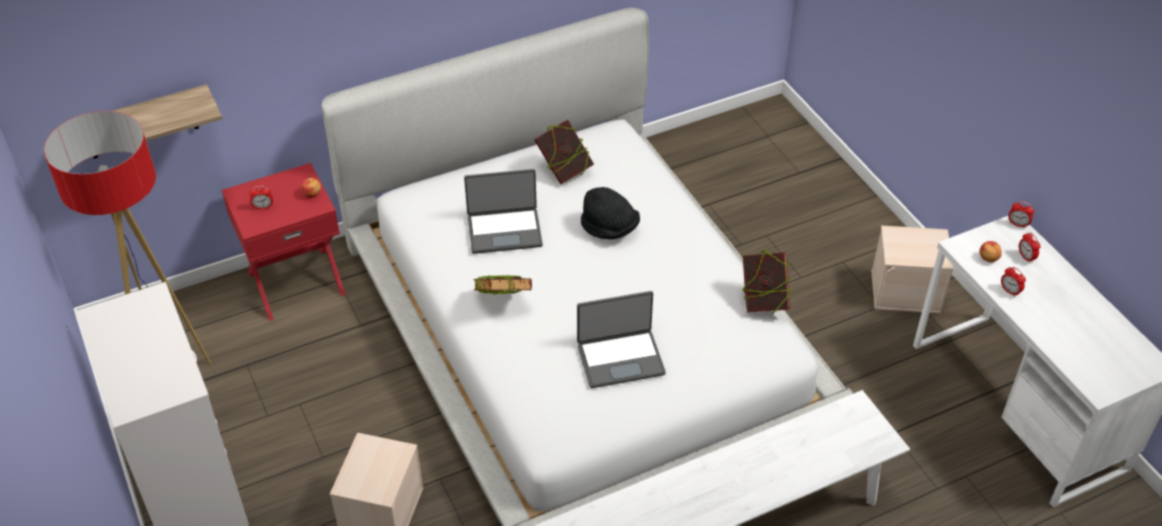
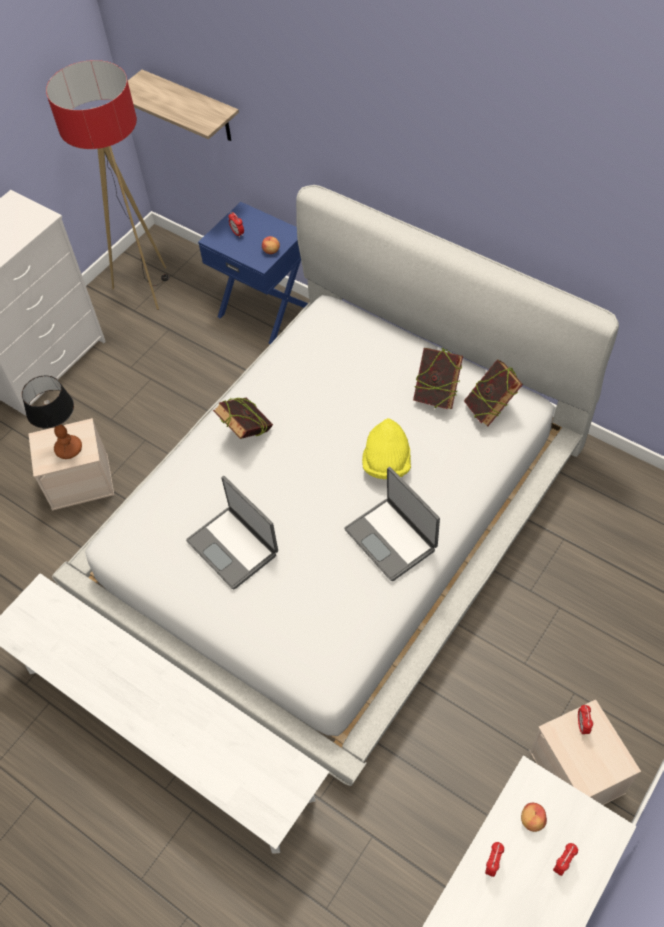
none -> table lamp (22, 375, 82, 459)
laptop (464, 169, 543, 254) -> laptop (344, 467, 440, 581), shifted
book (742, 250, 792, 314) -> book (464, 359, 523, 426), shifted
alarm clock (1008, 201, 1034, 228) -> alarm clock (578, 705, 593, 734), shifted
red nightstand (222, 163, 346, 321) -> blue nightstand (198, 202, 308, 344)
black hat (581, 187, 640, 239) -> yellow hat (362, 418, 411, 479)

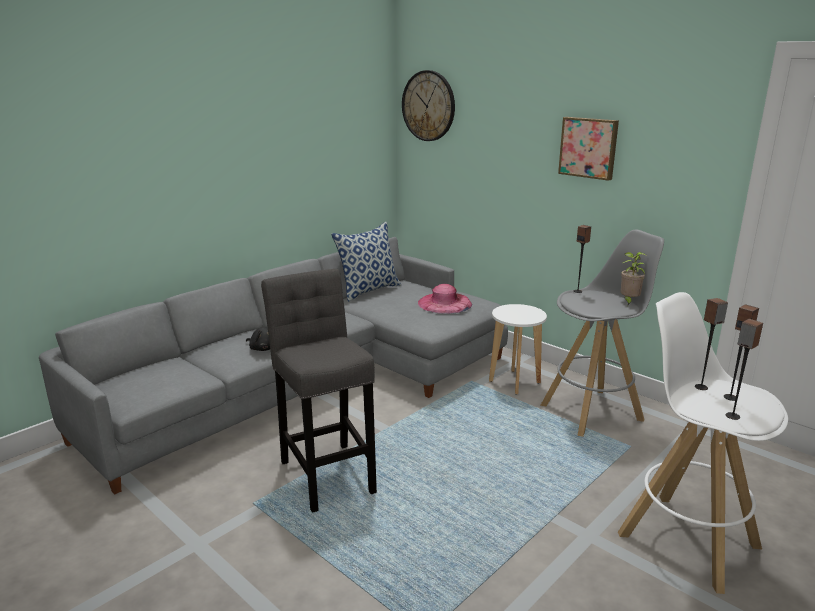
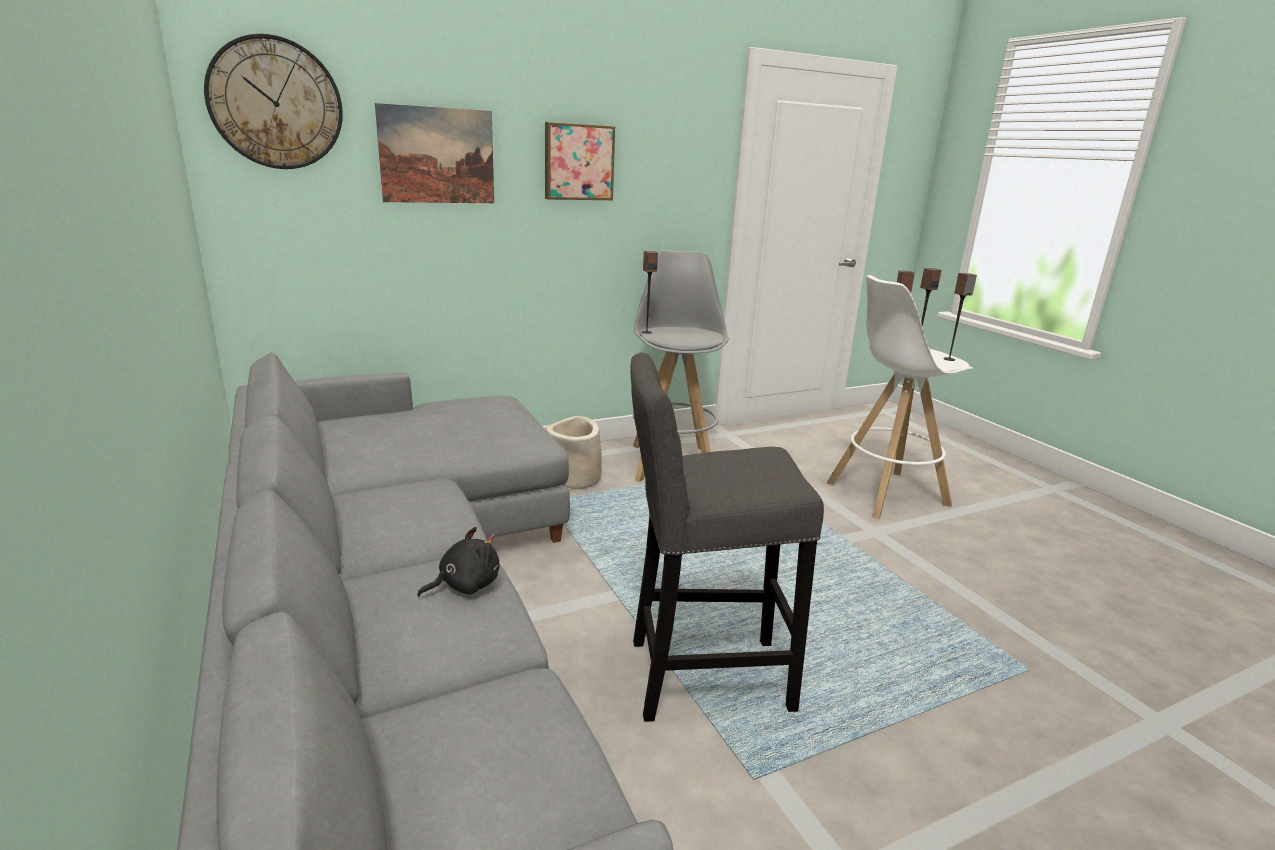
pillow (331, 222, 401, 302) -> none
pink hat (418, 284, 472, 314) -> none
potted plant (621, 252, 648, 305) -> none
none -> picture (375, 103, 494, 203)
white stool (489, 304, 547, 394) -> beige planter (546, 416, 602, 489)

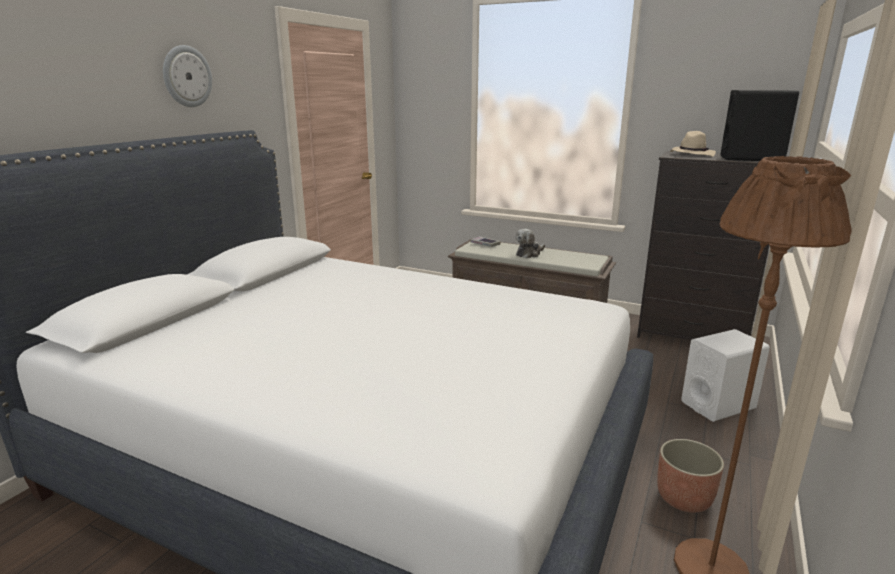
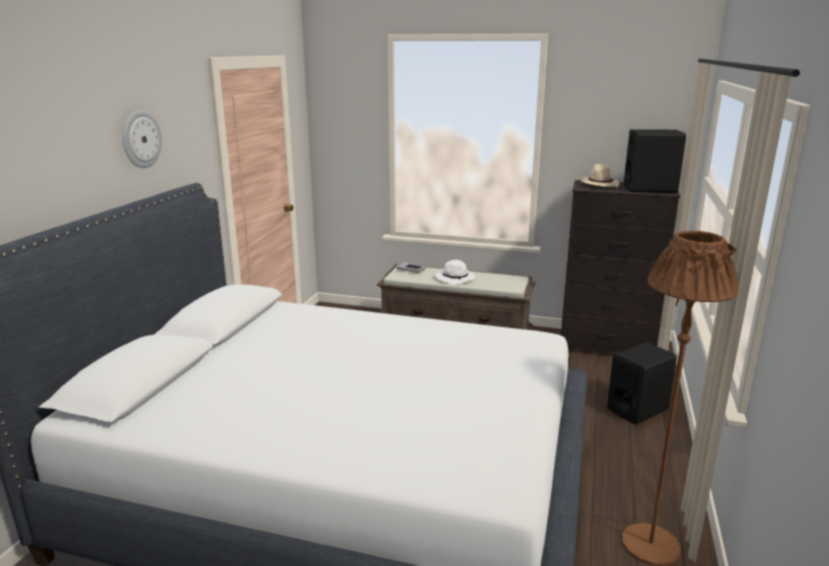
planter (657, 439, 724, 513) -> none
plush toy (516, 229, 545, 258) -> white hat (436, 260, 475, 285)
white speaker (681, 329, 770, 422) -> black speaker (607, 342, 677, 425)

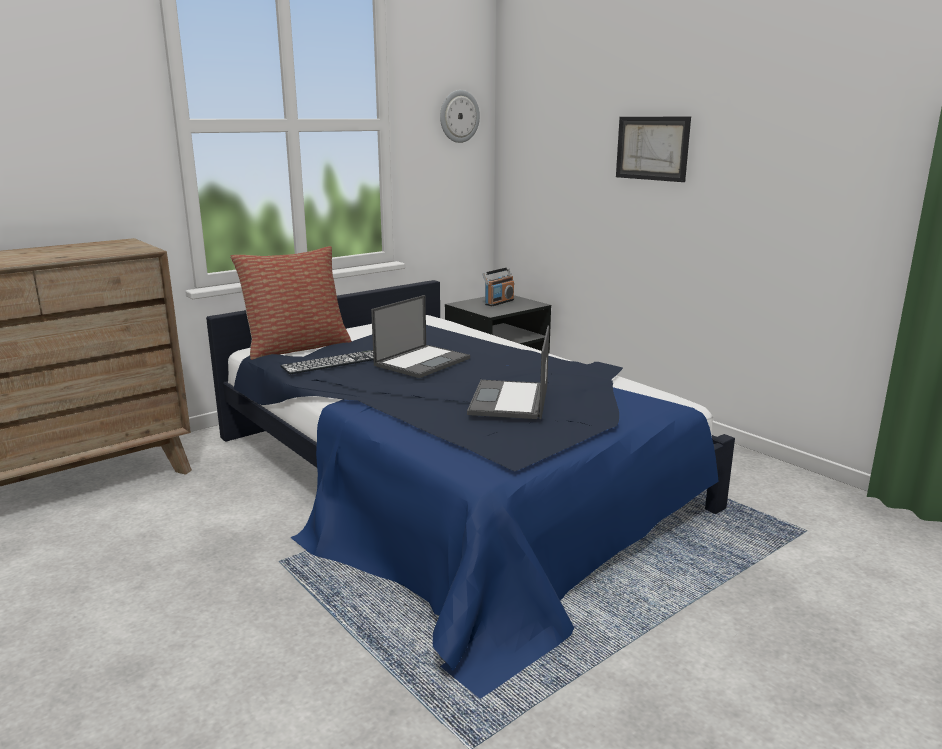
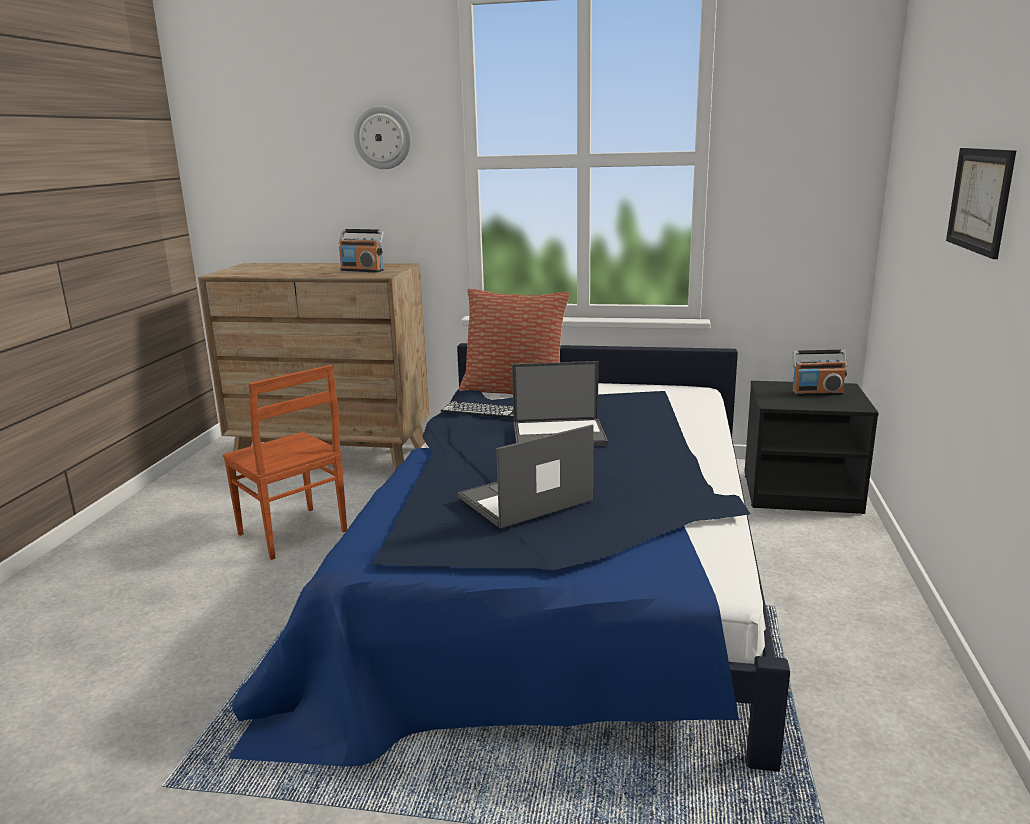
none -> brown chair (222, 365, 347, 560)
none -> radio (339, 229, 384, 273)
wall clock (440, 90, 480, 143) -> wall clock (354, 106, 411, 169), shifted

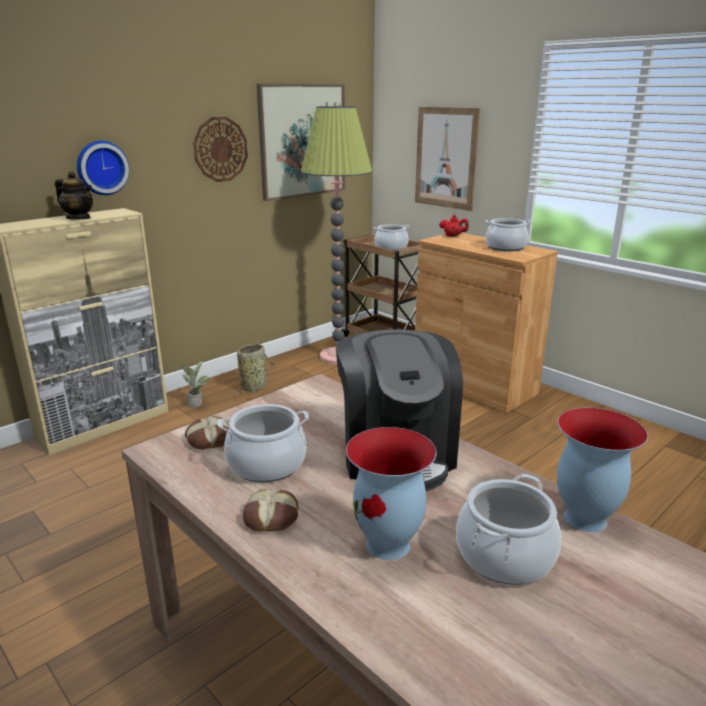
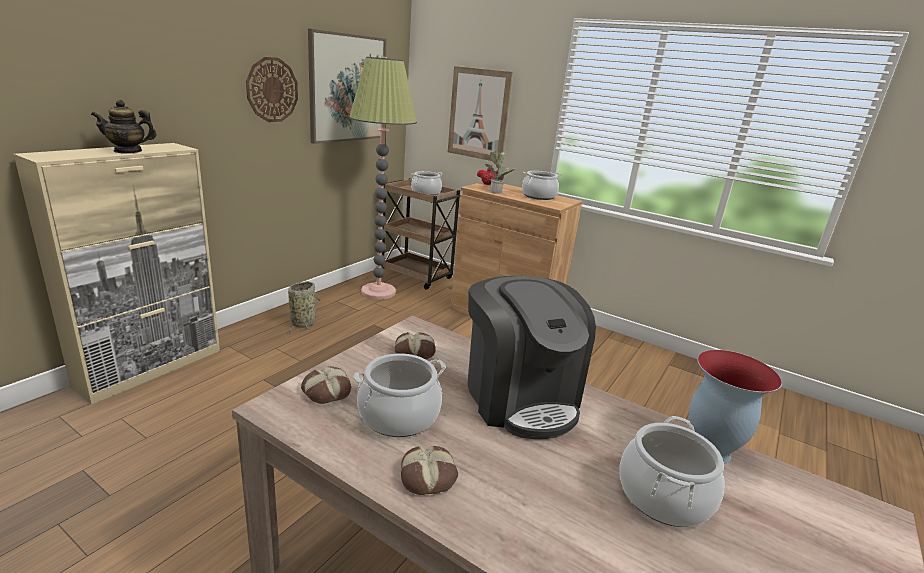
wall clock (77, 141, 129, 195) -> none
vase (346, 427, 436, 560) -> none
none -> bread (395, 332, 436, 359)
potted plant (179, 361, 210, 408) -> potted plant (485, 151, 515, 194), shifted
teapot (55, 171, 93, 220) -> teapot (91, 99, 157, 153), 150 degrees clockwise

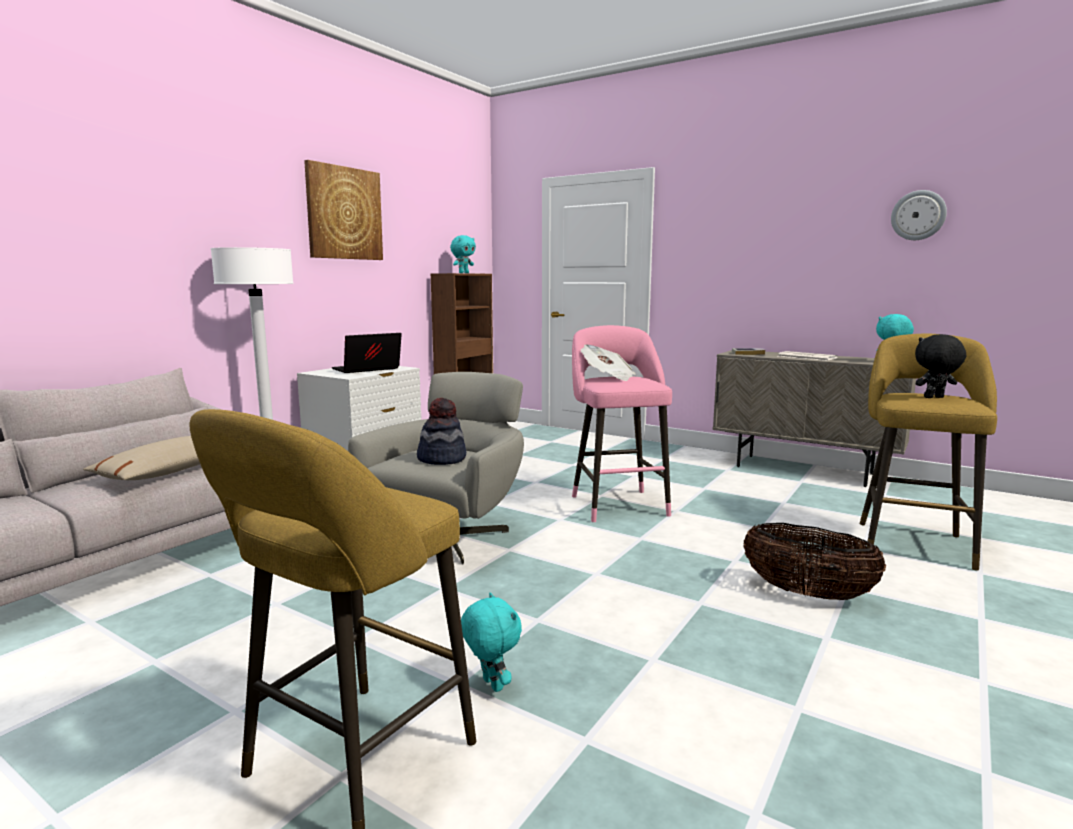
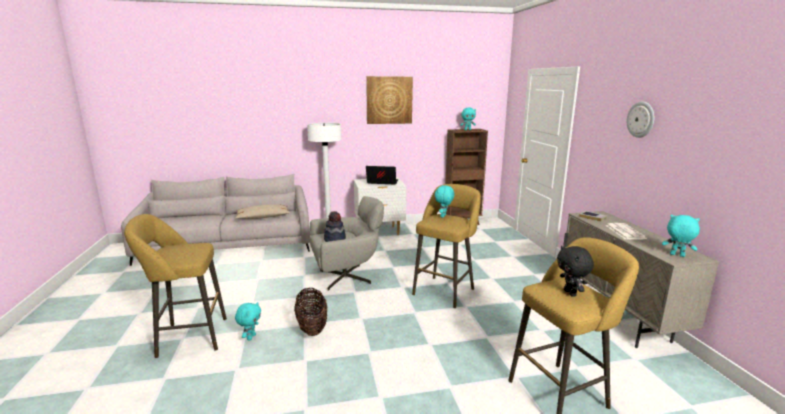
basket (744, 523, 886, 600) -> basket (294, 288, 327, 336), shifted
wall clock (891, 190, 947, 240) -> wall clock (627, 102, 654, 138), shifted
newspaper (581, 344, 636, 381) -> turquoise plush toy (435, 185, 454, 217)
pink stool (572, 325, 672, 522) -> yellow stool (412, 184, 481, 308)
black plush toy (915, 334, 966, 398) -> black plush toy (557, 246, 594, 297), 135 degrees counterclockwise

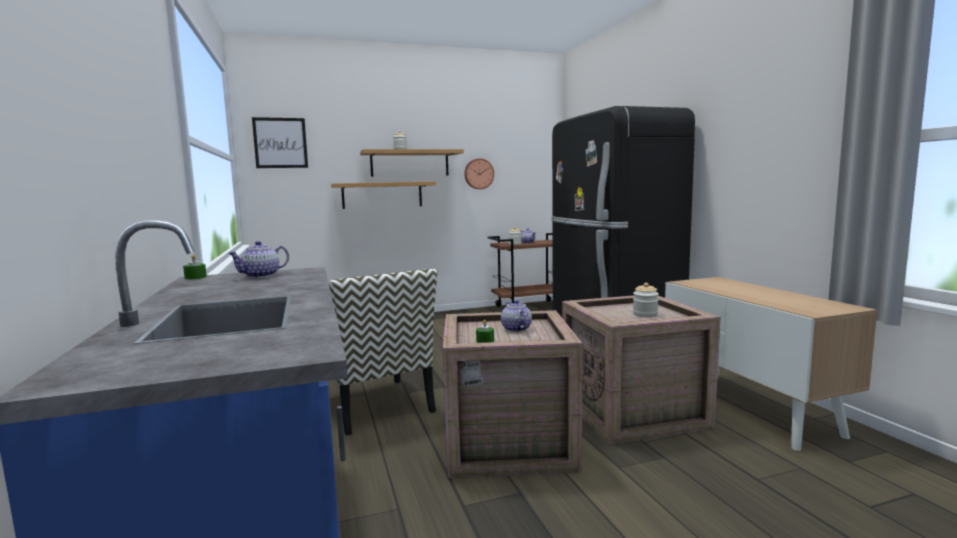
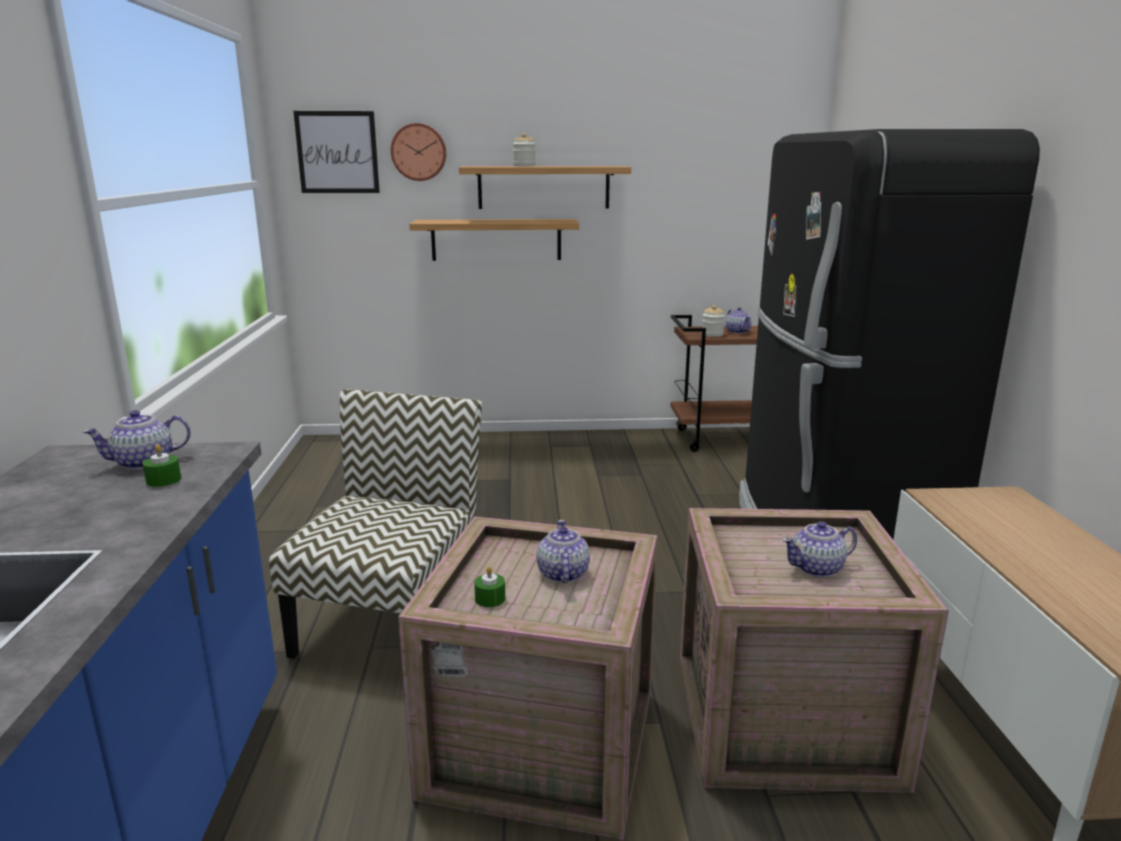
green candle (183, 255, 207, 279) -> green candle (142, 444, 181, 487), shifted
wall clock (464, 158, 494, 189) -> wall clock (391, 123, 446, 181), shifted
jar (633, 283, 659, 317) -> teapot (782, 521, 857, 577)
chair (329, 269, 438, 436) -> chair (269, 389, 482, 659), 150 degrees counterclockwise

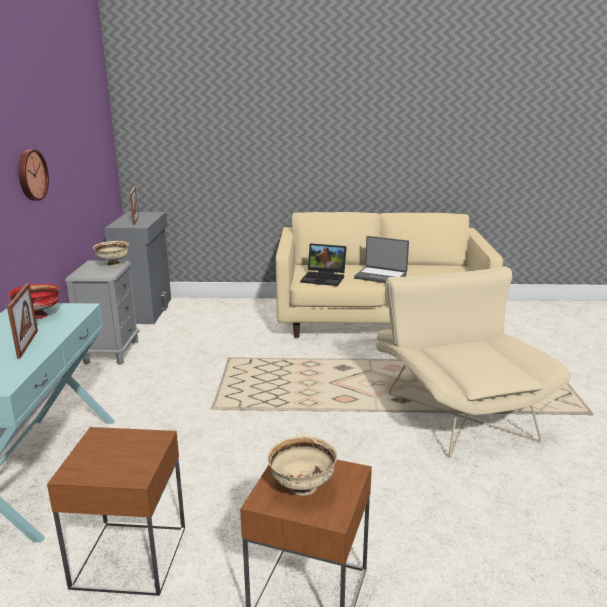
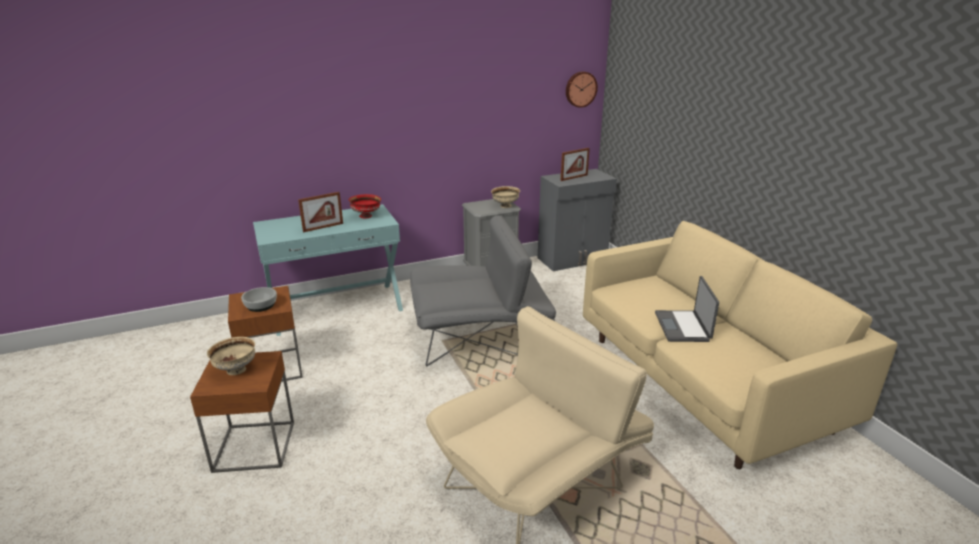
laptop (301, 243, 347, 286) -> none
none -> bowl (241, 287, 277, 312)
none -> grey armchair (410, 215, 556, 366)
wall clock (18, 149, 49, 201) -> wall clock (566, 71, 598, 108), shifted

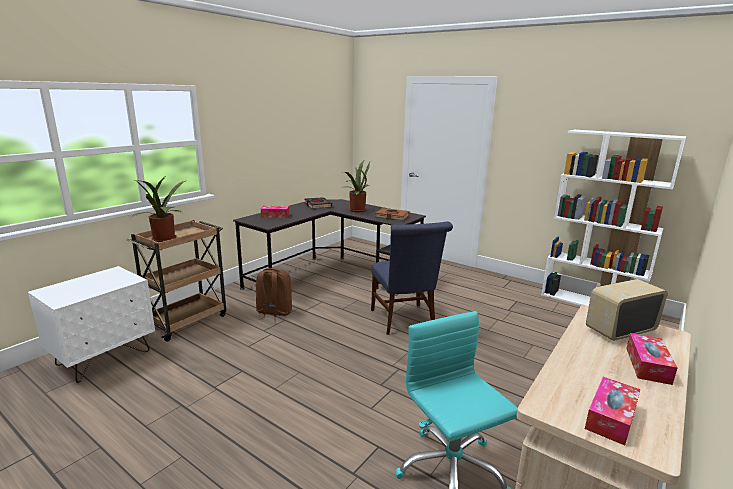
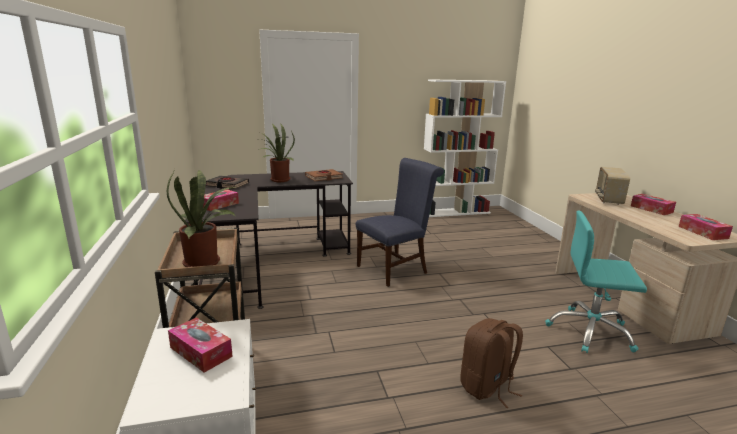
none -> tissue box (168, 317, 233, 373)
brown backpack (256, 268, 292, 322) -> brown backpack (460, 318, 523, 408), shifted
blue chair (371, 222, 453, 335) -> blue chair (356, 158, 444, 287), 60 degrees counterclockwise

